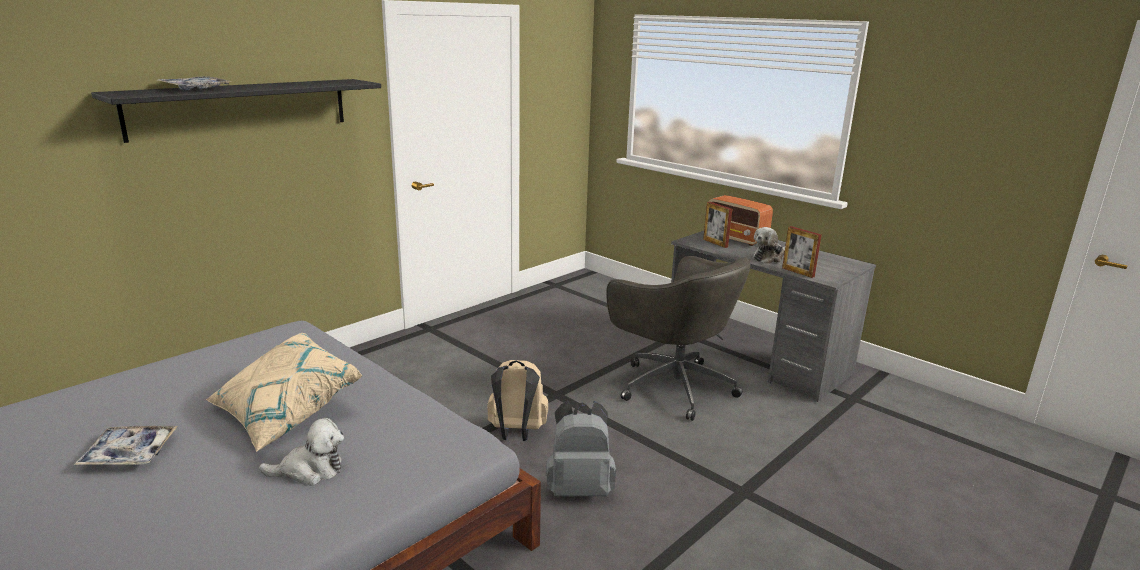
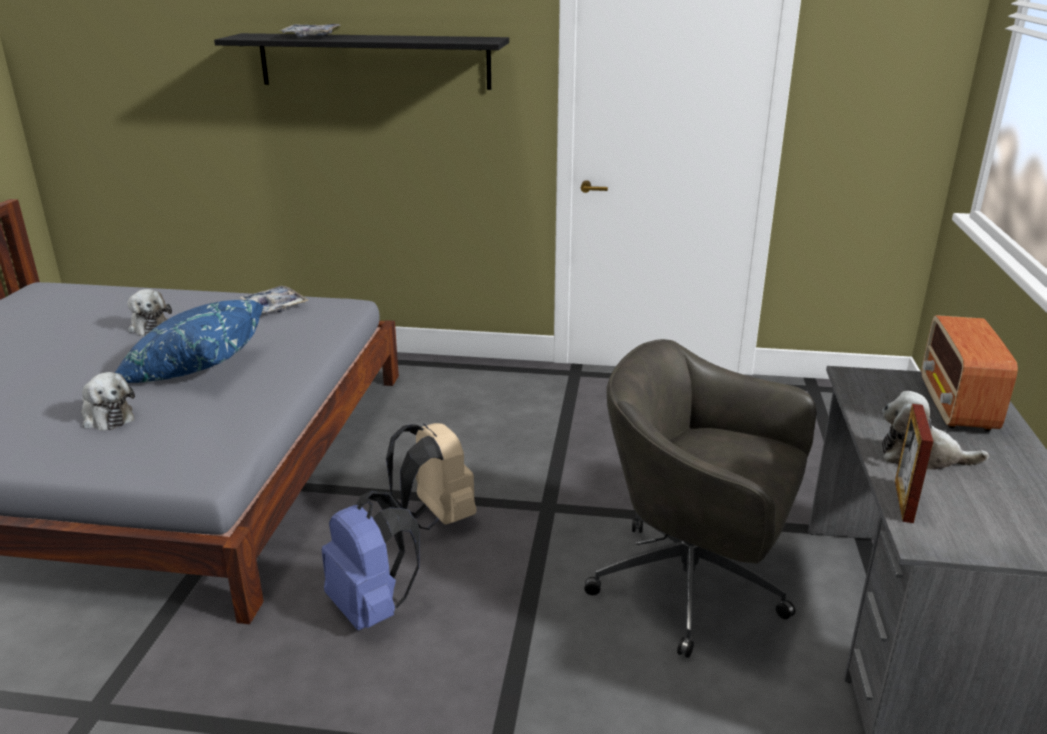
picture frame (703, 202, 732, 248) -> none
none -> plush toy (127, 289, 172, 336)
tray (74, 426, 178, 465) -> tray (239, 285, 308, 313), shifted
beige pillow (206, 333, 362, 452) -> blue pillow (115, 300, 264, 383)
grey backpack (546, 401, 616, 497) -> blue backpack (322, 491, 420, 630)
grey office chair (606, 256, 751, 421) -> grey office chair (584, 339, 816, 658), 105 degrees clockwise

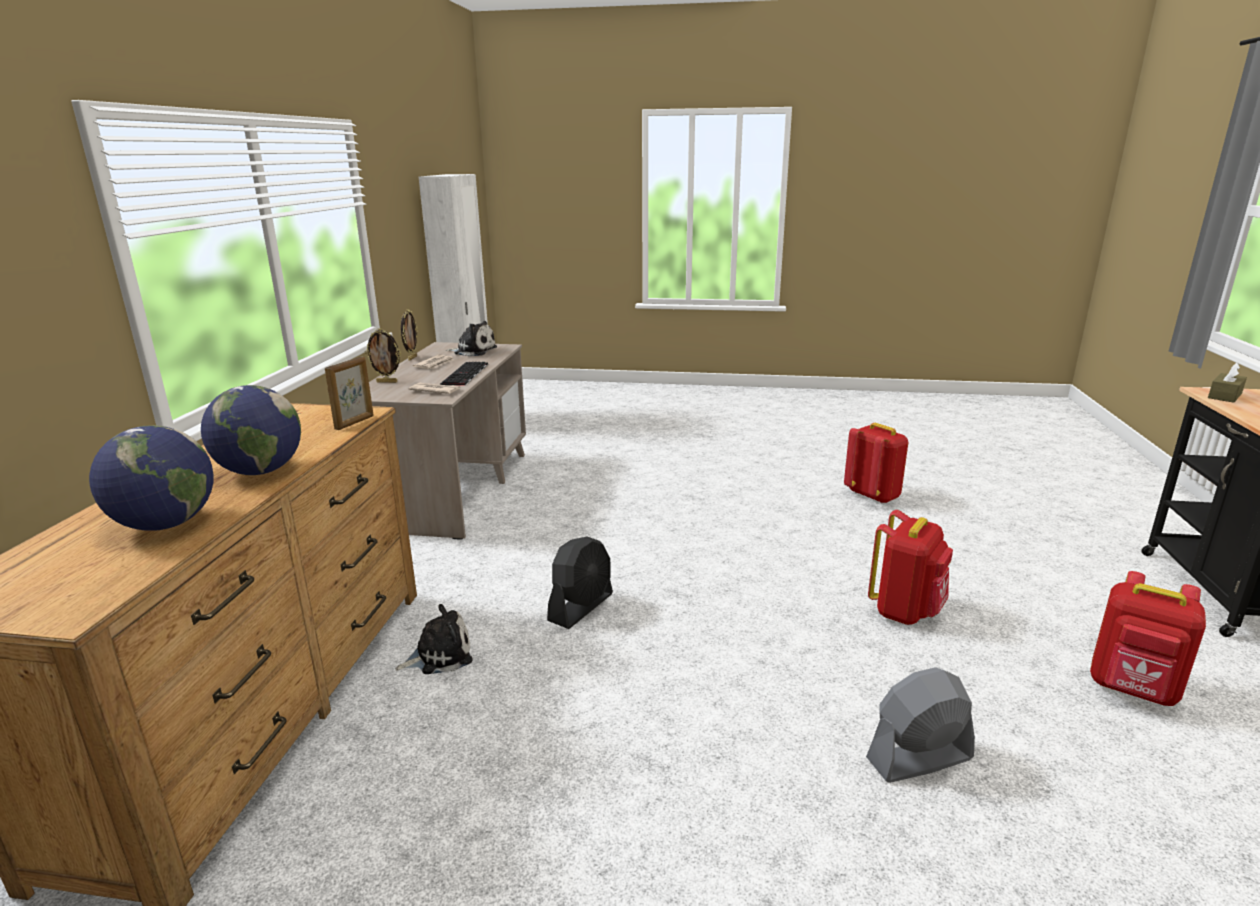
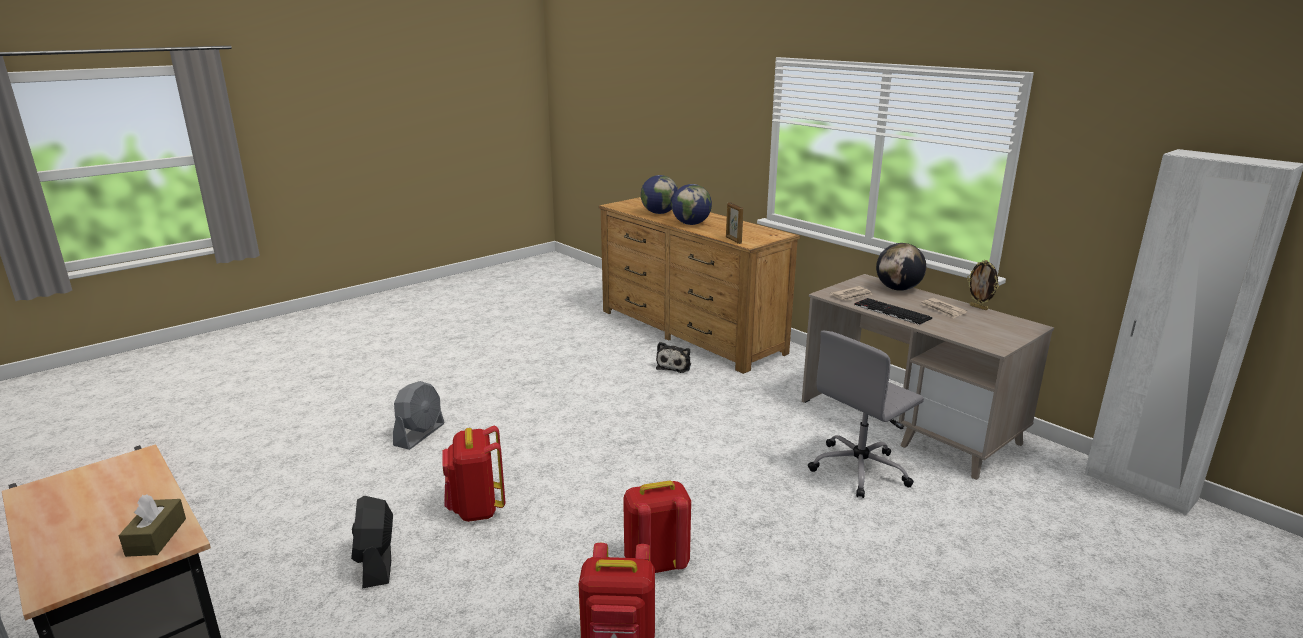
plush toy (446, 321, 497, 357) -> none
none -> grey office chair (808, 331, 924, 498)
black fan (547, 536, 613, 629) -> black fan (351, 496, 393, 588), shifted
red backpack (1090, 571, 1206, 706) -> red backpack (623, 480, 691, 573), shifted
picture frame (365, 328, 401, 383) -> globe (876, 243, 926, 291)

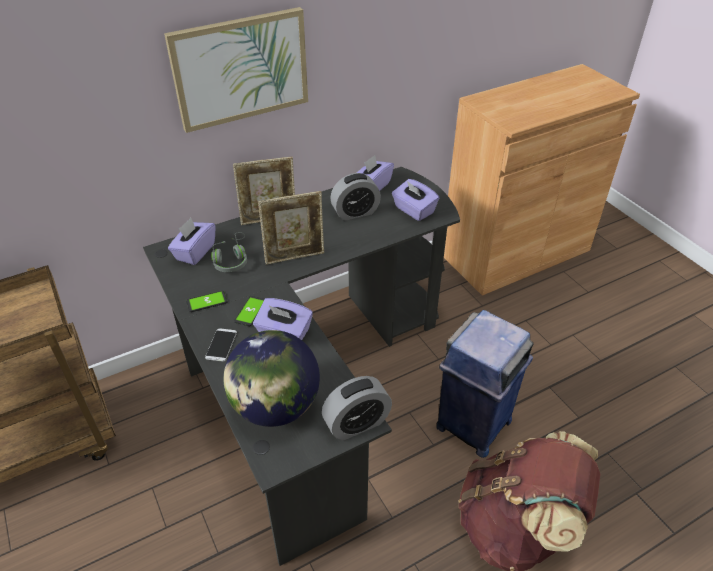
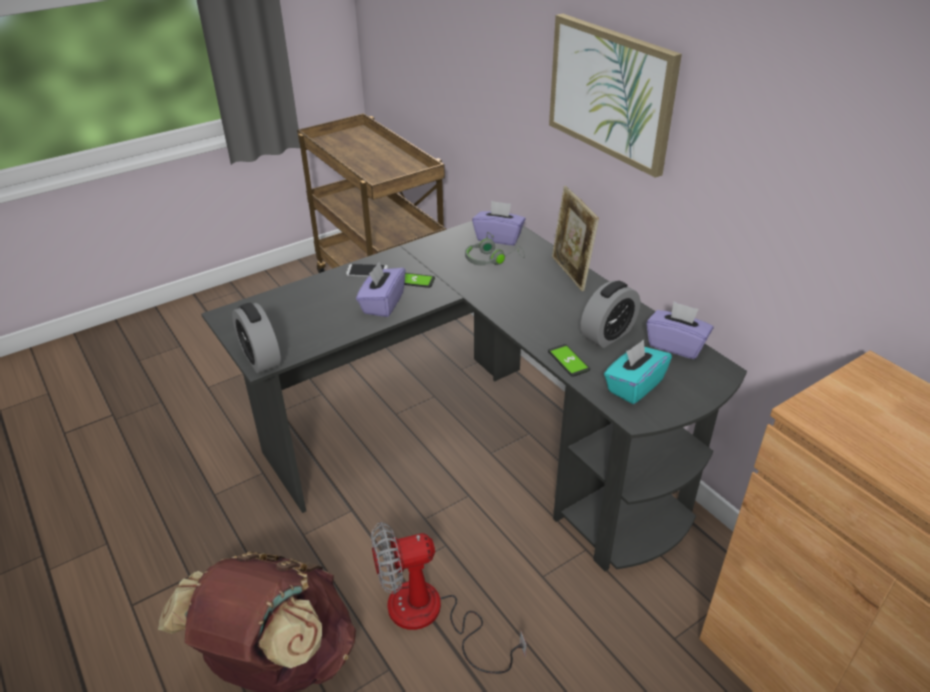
globe (223, 330, 320, 427) -> none
picture frame (258, 191, 324, 265) -> none
phone (186, 291, 228, 312) -> phone (548, 344, 590, 377), shifted
blue trash can (436, 310, 534, 458) -> fan (371, 522, 527, 674)
purple tissue box (392, 179, 439, 221) -> turquoise tissue box (604, 339, 672, 404)
alarm clock (330, 173, 381, 221) -> alarm clock (581, 281, 640, 348), 105 degrees counterclockwise

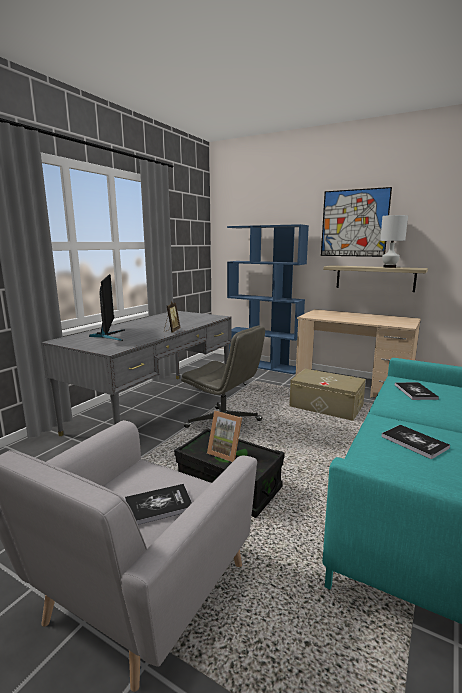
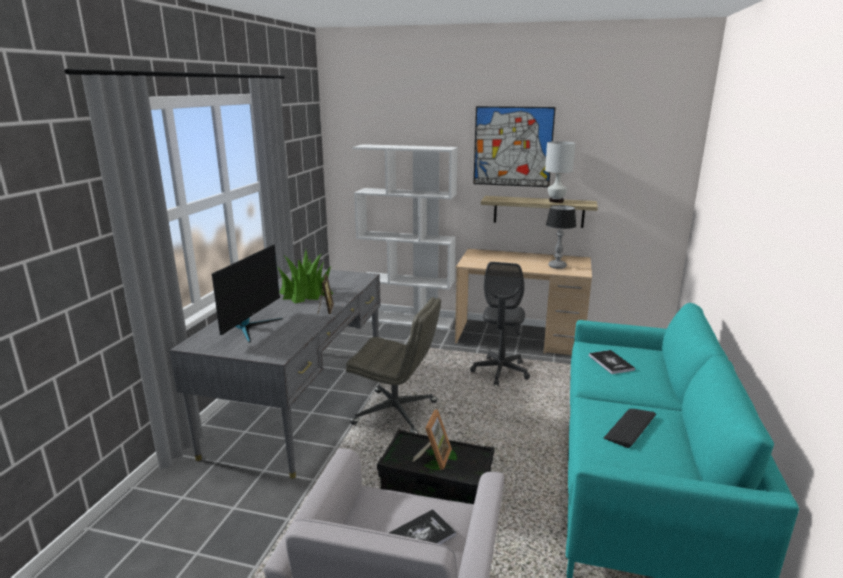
none -> potted plant (277, 250, 333, 304)
none -> table lamp (546, 205, 576, 269)
beige storage box (289, 369, 366, 421) -> grey office chair (470, 262, 530, 386)
book (381, 425, 450, 459) -> keyboard (604, 409, 656, 448)
blue bookcase (227, 224, 309, 374) -> white bookcase (352, 144, 458, 330)
monitor (89, 274, 125, 341) -> monitor (212, 244, 283, 342), 45 degrees clockwise
picture frame (207, 411, 242, 462) -> picture frame (412, 409, 452, 470), 90 degrees counterclockwise

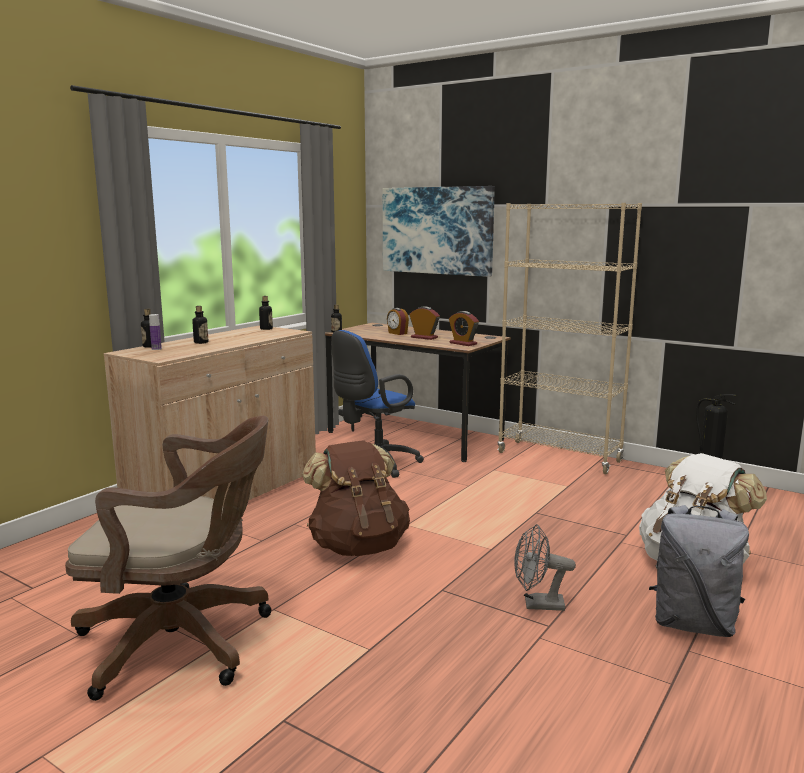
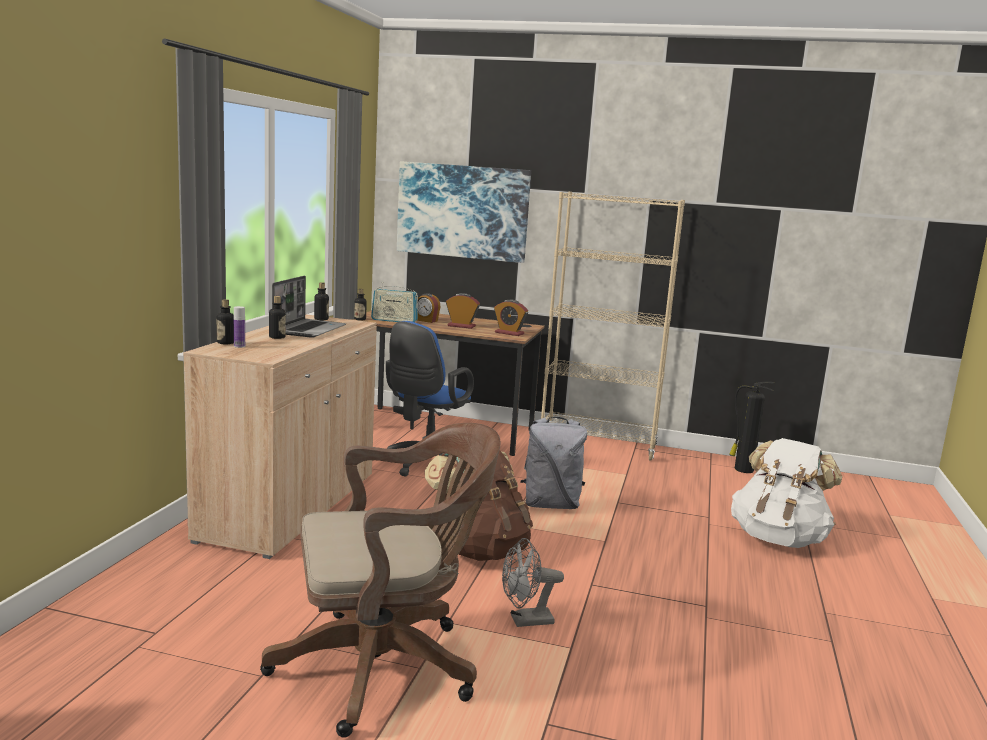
none -> laptop (272, 276, 346, 338)
none -> radio (371, 282, 418, 322)
grey fan (514, 524, 576, 611) -> grey fan (502, 538, 564, 627), shifted
grey backpack (649, 505, 749, 637) -> grey backpack (521, 417, 587, 509), shifted

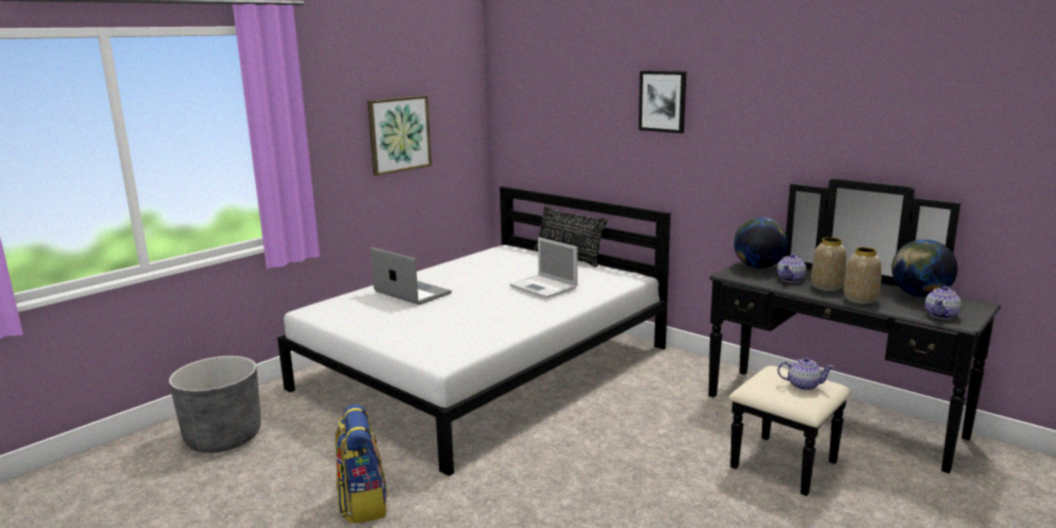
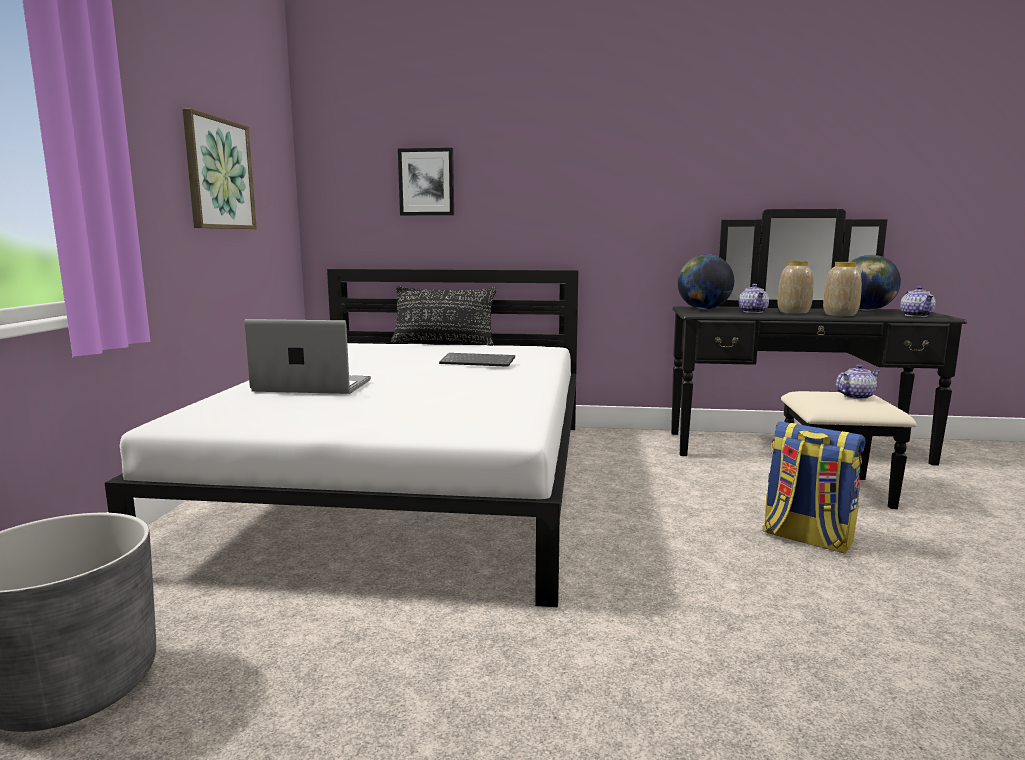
backpack (335, 404, 388, 524) -> backpack (762, 421, 866, 554), shifted
picture (639, 71, 686, 133) -> picture (398, 148, 454, 216), shifted
laptop (510, 237, 578, 298) -> keyboard (439, 353, 515, 367)

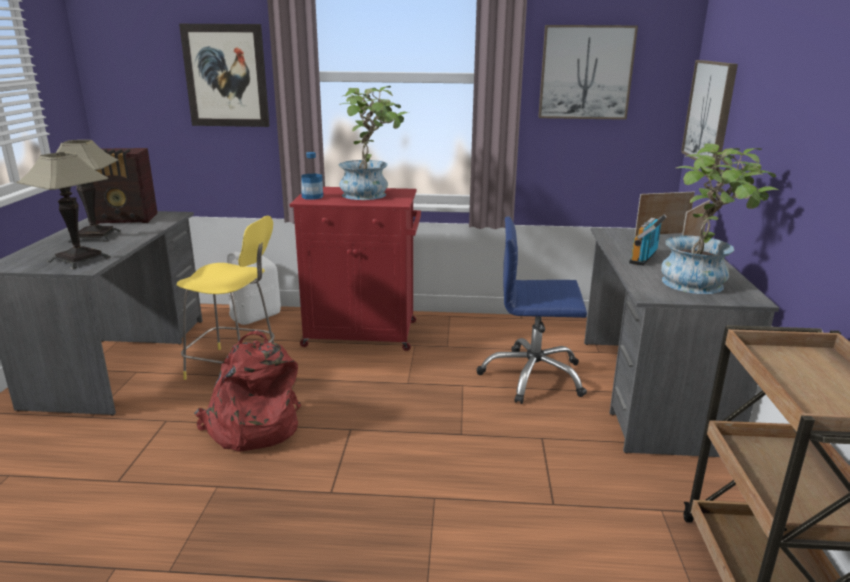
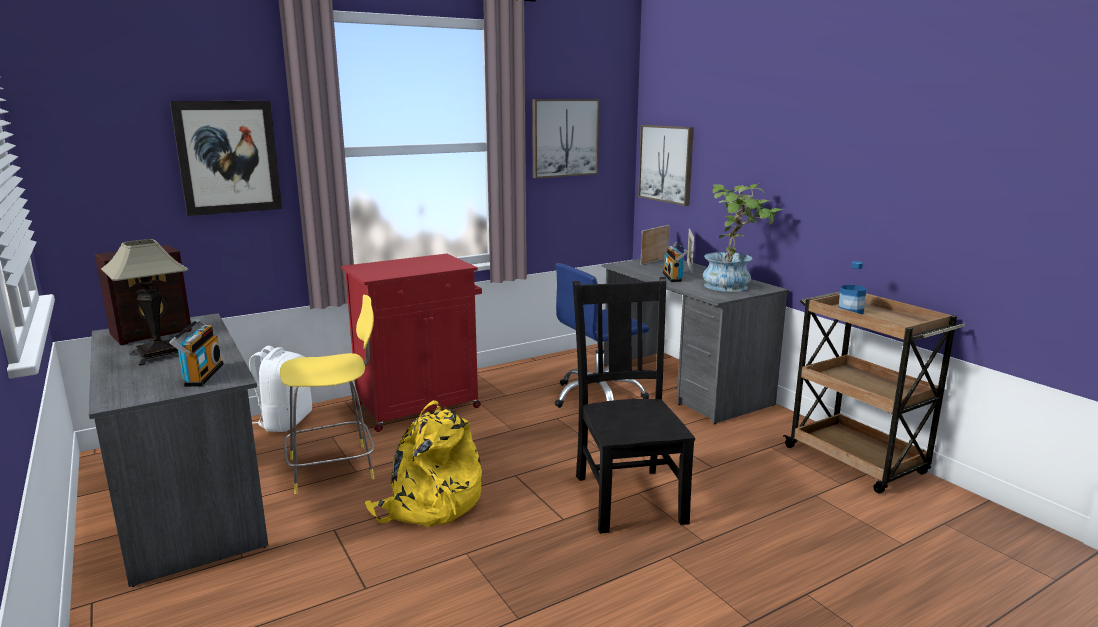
potted plant (339, 86, 409, 200) -> none
none -> black chair (573, 277, 695, 534)
bottle (301, 152, 323, 200) -> bottle (838, 261, 867, 314), shifted
table lamp (16, 152, 111, 269) -> radio (169, 319, 224, 387)
red backpack (194, 330, 301, 452) -> yellow backpack (364, 400, 482, 527)

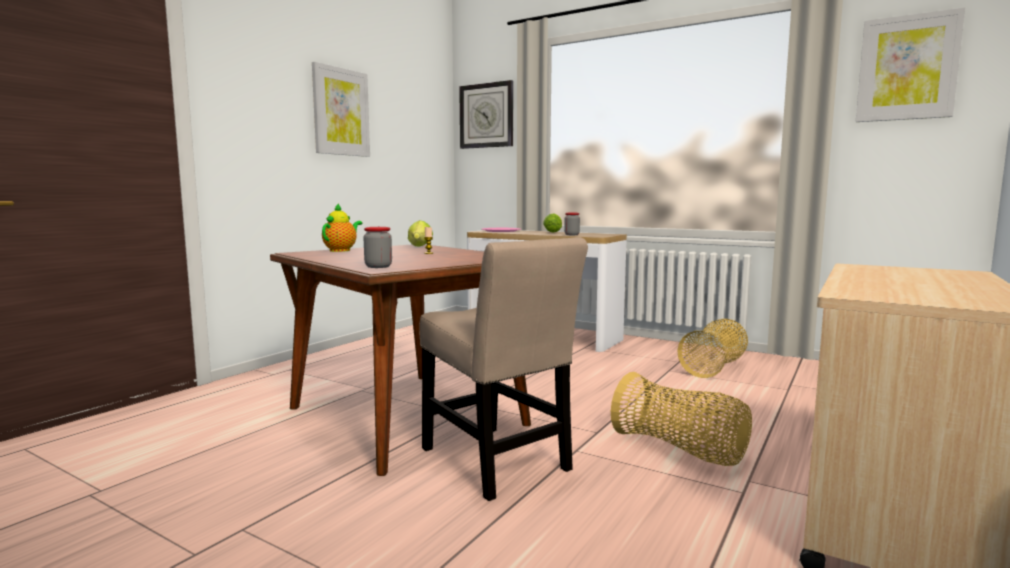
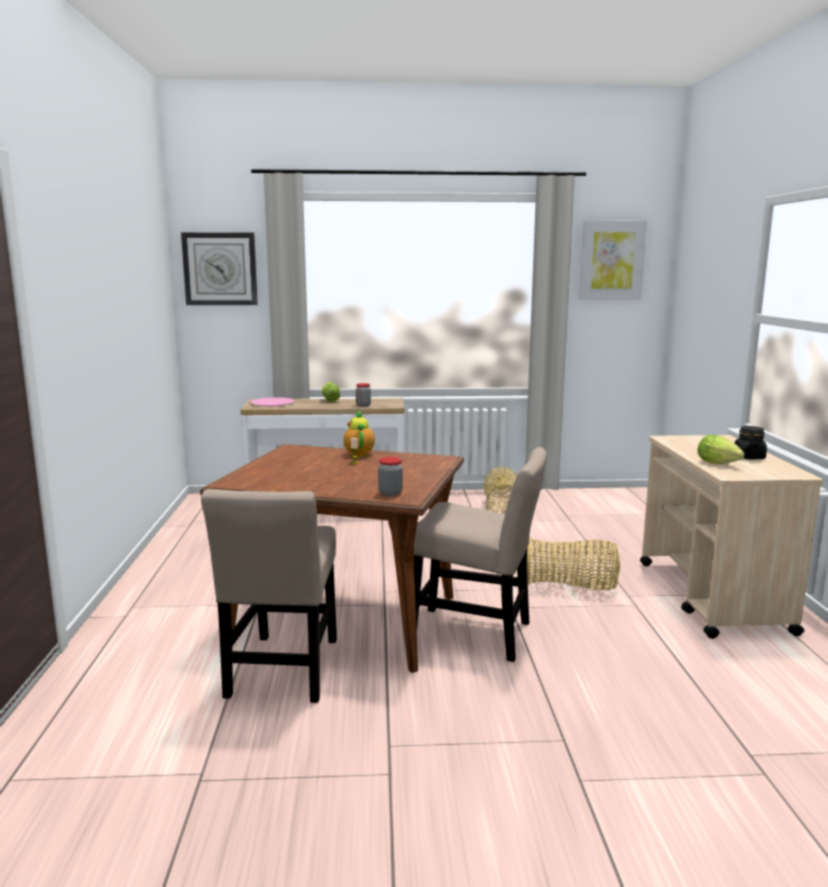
picture (312, 62, 370, 157) -> none
none -> beige chair (201, 489, 337, 703)
none -> black jar (735, 426, 767, 460)
teapot (322, 204, 362, 252) -> teapot (343, 411, 375, 457), shifted
lettuce (408, 220, 433, 246) -> lettuce (697, 435, 745, 464), shifted

